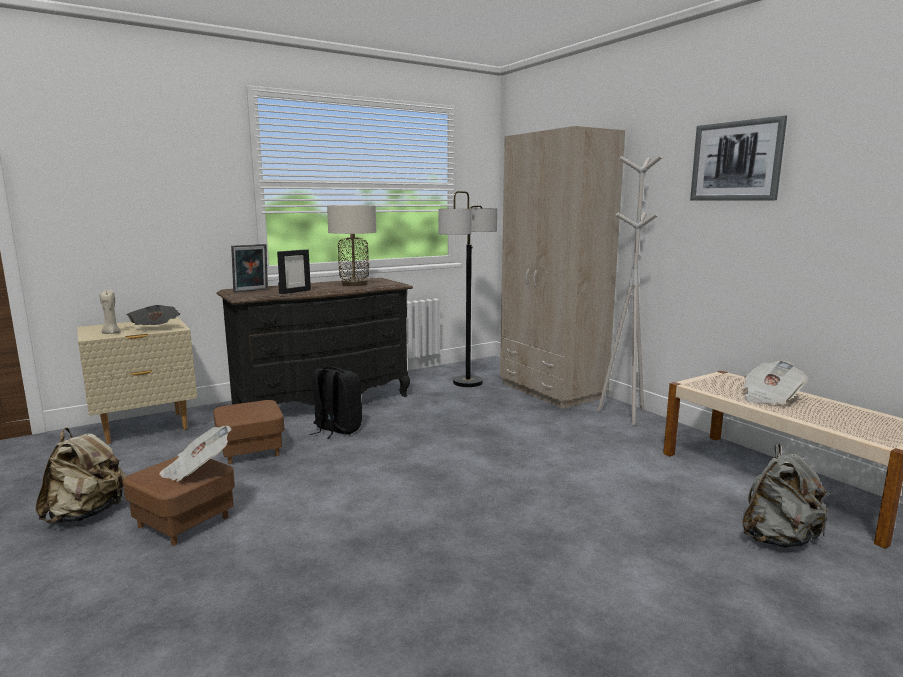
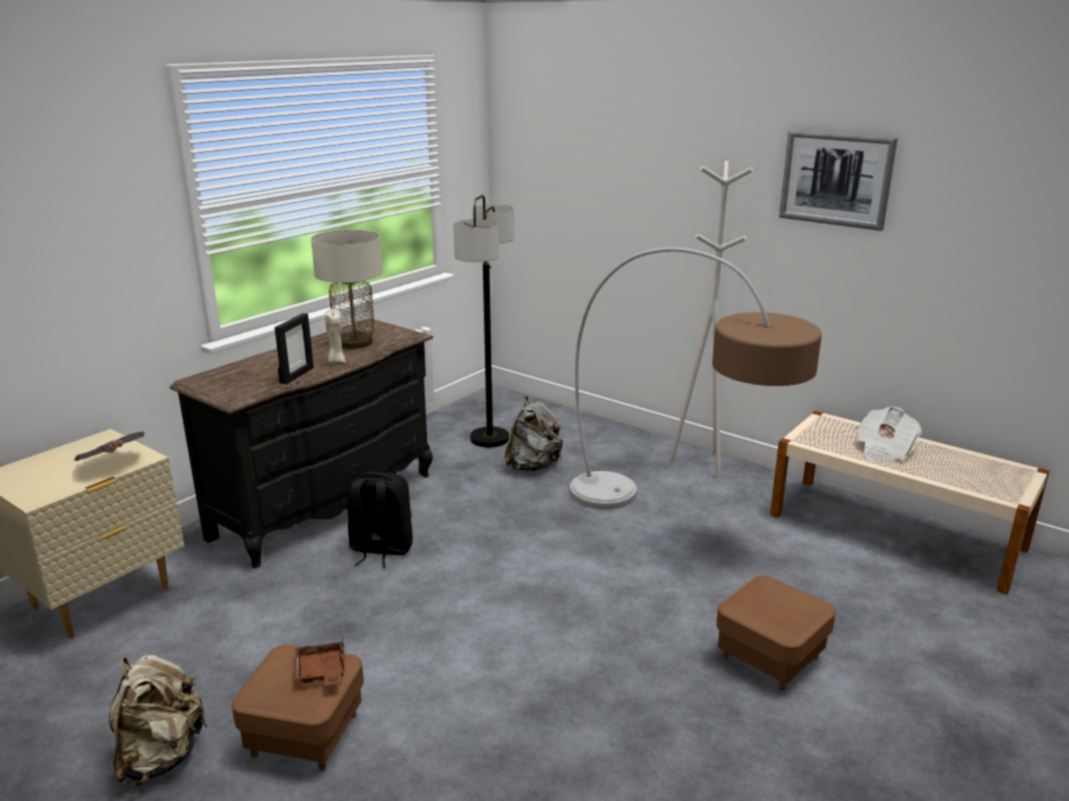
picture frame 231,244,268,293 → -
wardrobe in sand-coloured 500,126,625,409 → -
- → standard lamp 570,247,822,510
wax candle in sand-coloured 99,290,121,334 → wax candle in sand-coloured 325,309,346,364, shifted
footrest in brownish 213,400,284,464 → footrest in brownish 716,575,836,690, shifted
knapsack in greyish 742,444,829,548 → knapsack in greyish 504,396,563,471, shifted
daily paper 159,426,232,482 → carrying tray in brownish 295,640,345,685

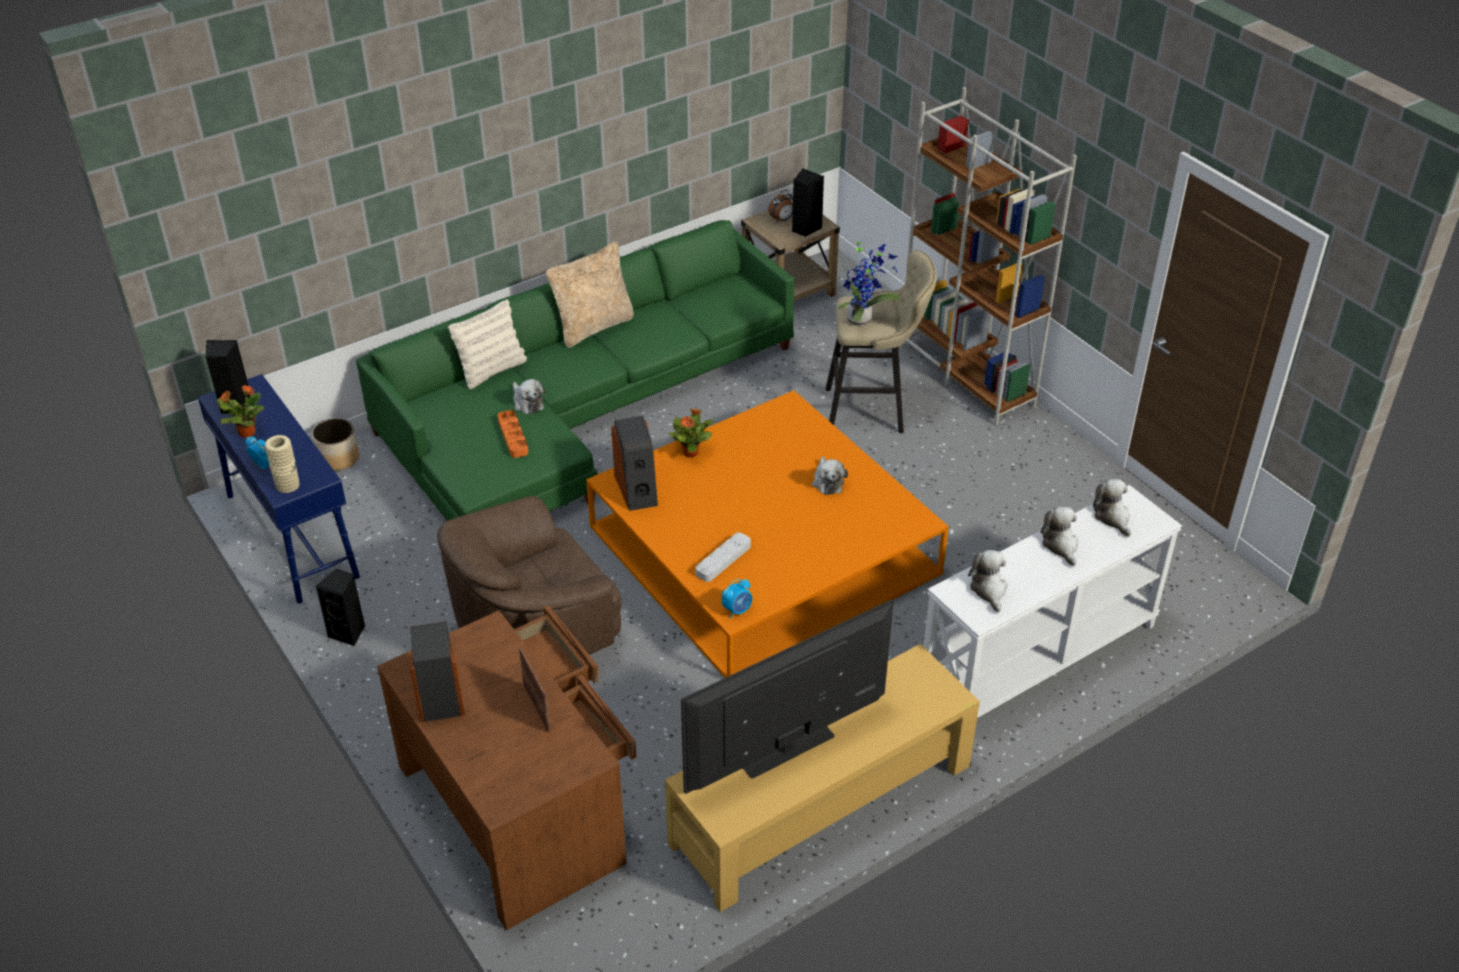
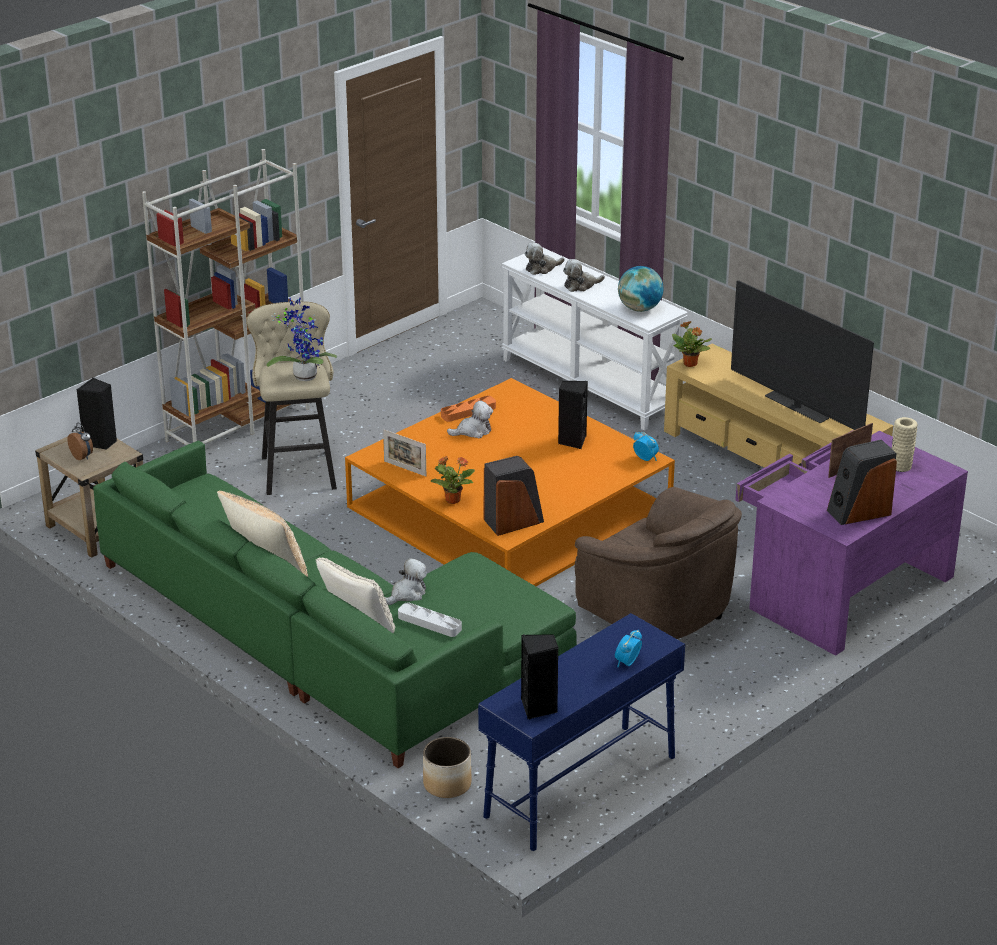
- → picture frame 383,429,426,476
houseplant 217,385,264,438 → houseplant 672,321,712,367, shifted
flower vase in sand-coloured 265,435,300,493 → flower vase in sand-coloured 892,417,918,472, shifted
speaker in black 315,569,365,647 → speaker in black 558,381,588,449, shifted
carrying tray in orange-coloured 498,410,528,458 → carrying tray in orange-coloured 441,396,496,422, shifted
carrying tray in greyish 696,532,751,582 → carrying tray in greyish 398,603,462,637, shifted
cuddly toy 968,550,1008,612 → world globe 618,266,664,312
desk table in brownish 377,605,637,930 → desk table in purplish 735,430,968,656

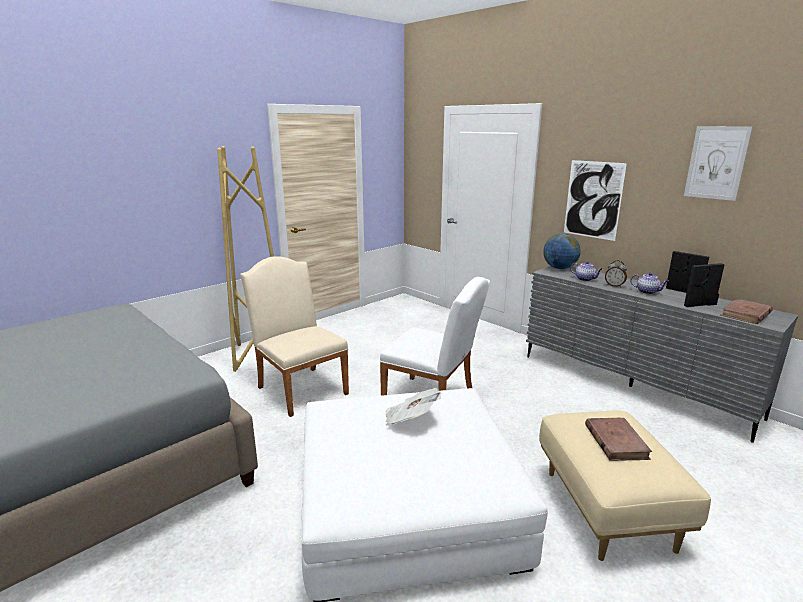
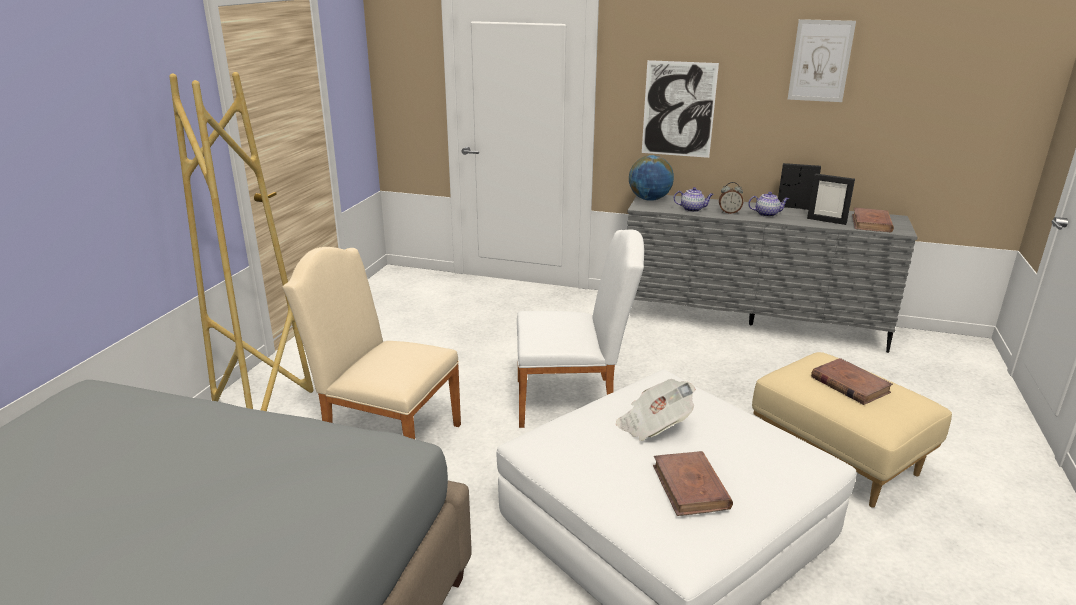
- → volume in brownish 653,451,733,516
picture frame 684,263,725,307 → picture frame 807,173,855,225, 105 degrees counterclockwise

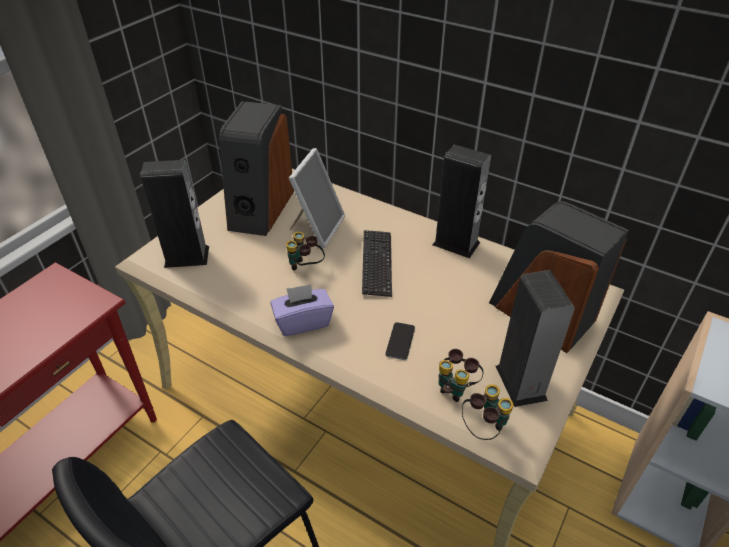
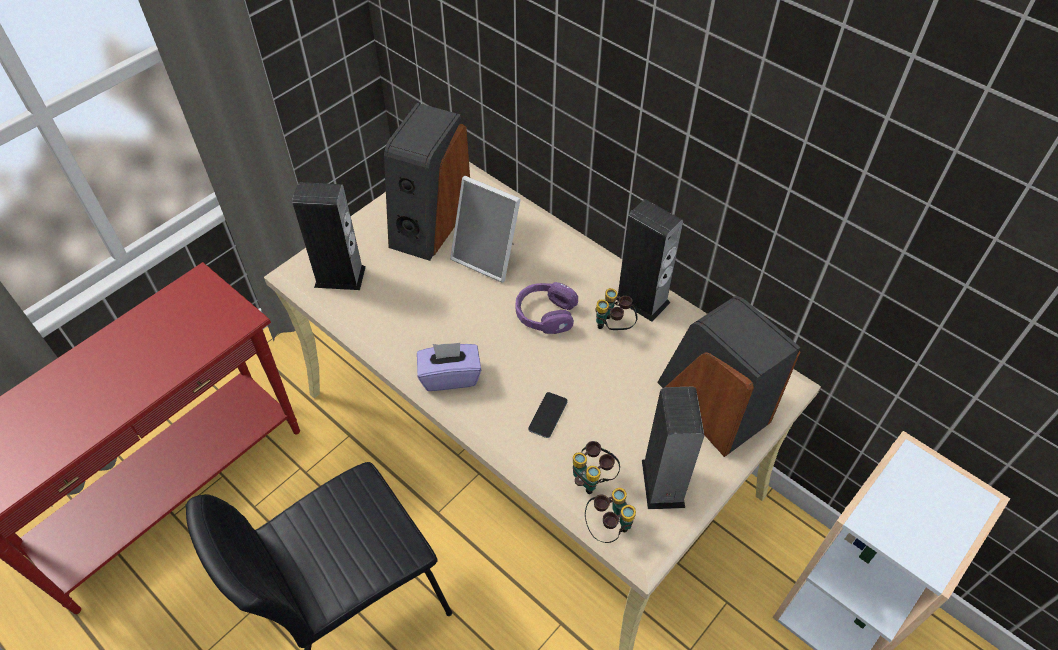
pair of binoculars 286,232,325,271 → pair of binoculars 595,288,638,330, shifted
keyboard 362,230,392,297 → pair of headphones in purplish 515,282,578,334
picture frame 289,148,345,248 → picture frame 450,176,521,282, 90 degrees clockwise

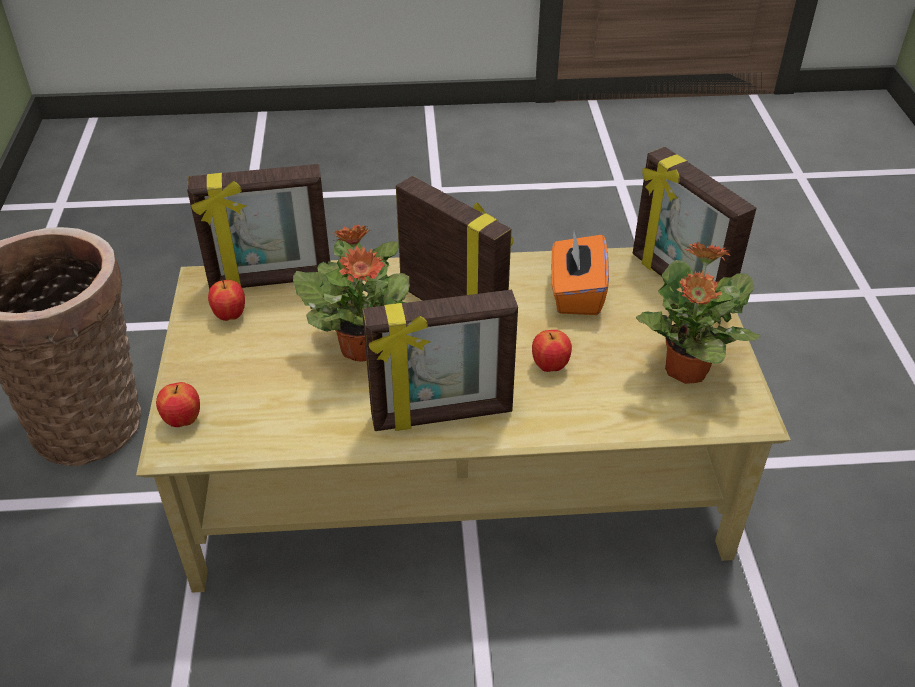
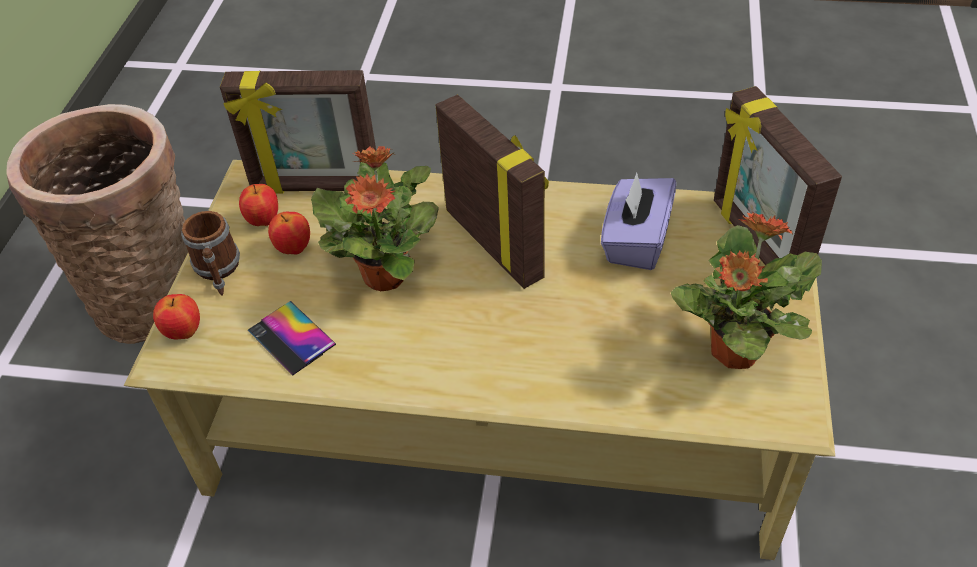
picture frame 362,290,518,431 → -
- → mug 181,211,240,295
- → handset 248,301,336,375
apple 532,330,572,372 → apple 268,212,310,254, shifted
tissue holder in orange-coloured 551,232,609,315 → tissue holder in purplish 601,172,676,270

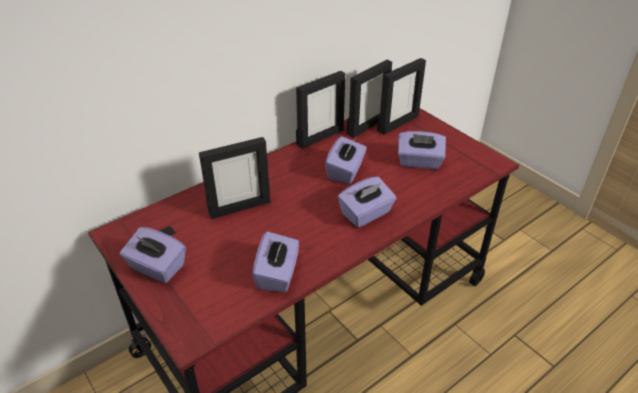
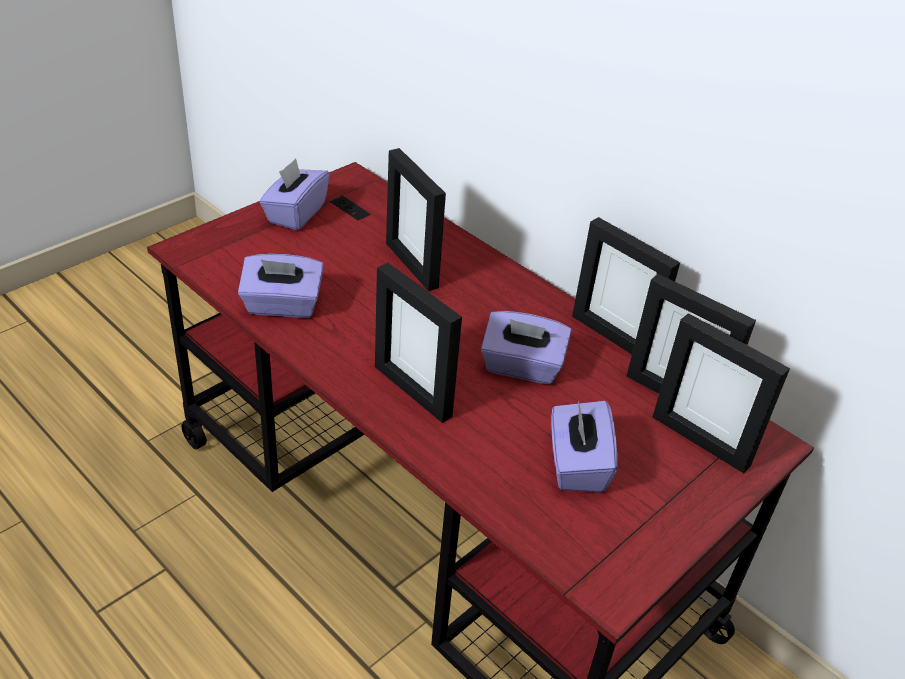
tissue holder in purplish 338,176,397,228 → picture frame 375,263,462,423

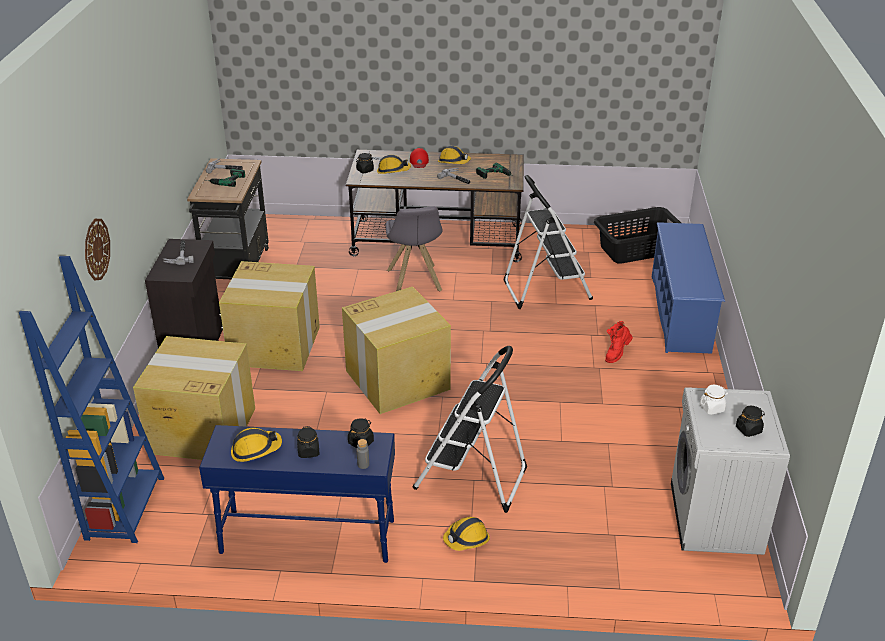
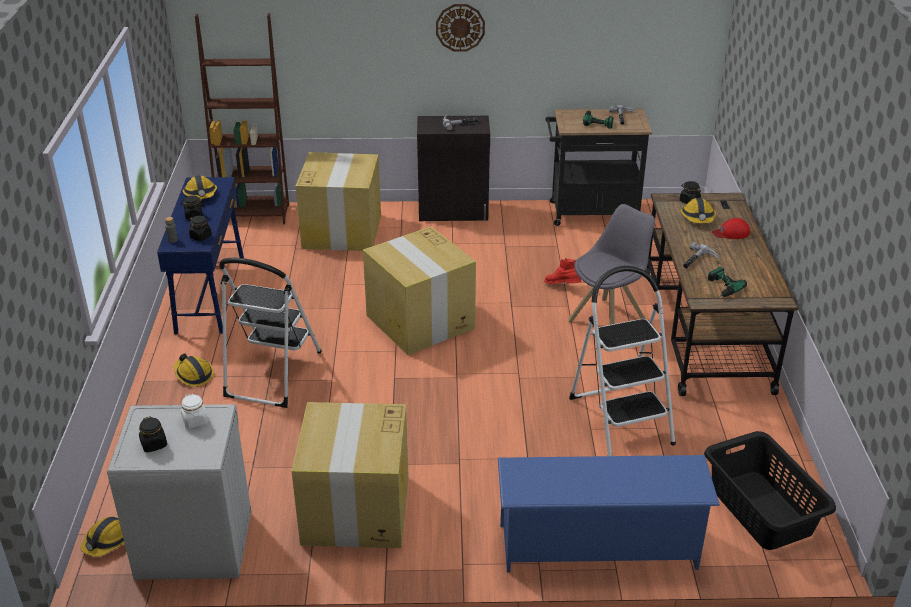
clock on the wall 85,219,110,281 → clock on the wall 436,4,485,52, shifted
packing box 219,261,320,371 → packing box 291,402,409,548, shifted
work helmet 438,146,471,164 → work helmet 81,517,124,557, shifted
high-top boot in reddish 605,321,633,363 → high-top boot in reddish 544,258,582,284, shifted
shelving unit in blue-coloured 19,256,165,543 → shelving unit in brownish 195,13,289,224
plain chair in greyish 385,206,443,291 → plain chair in greyish 568,204,655,325, 150 degrees clockwise

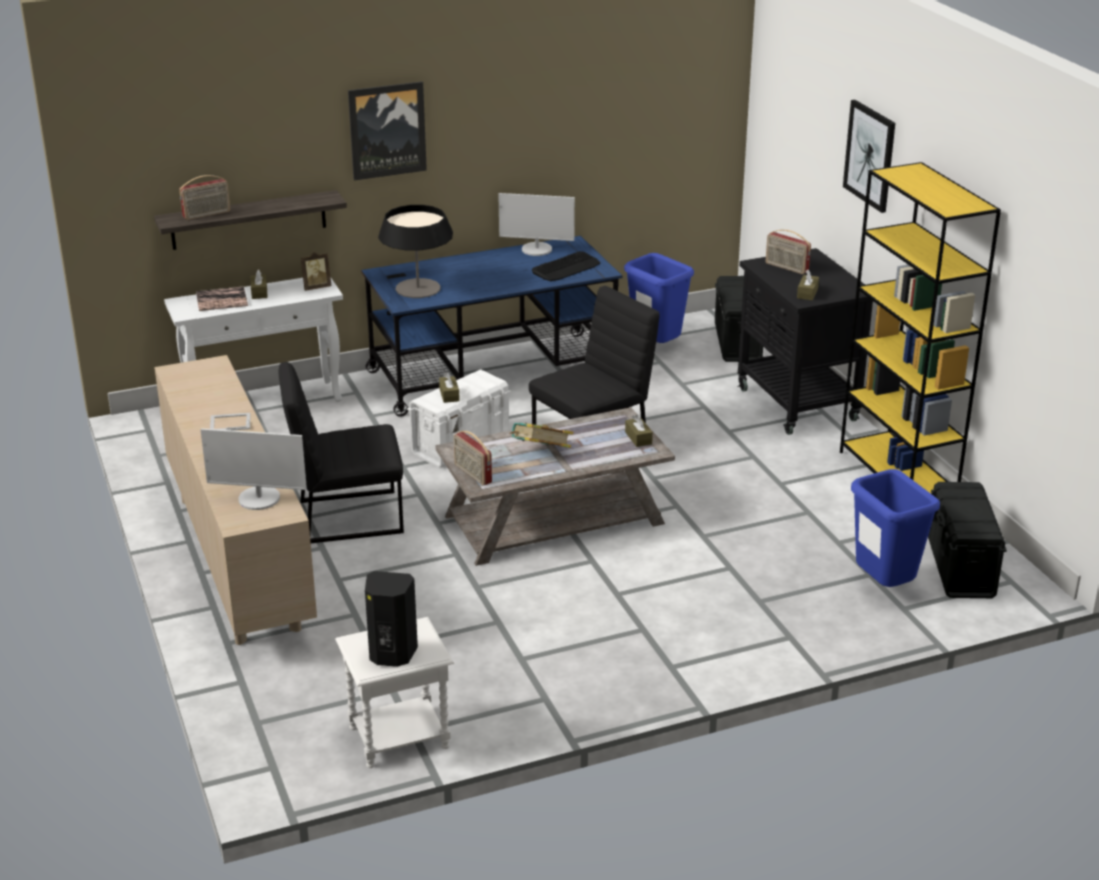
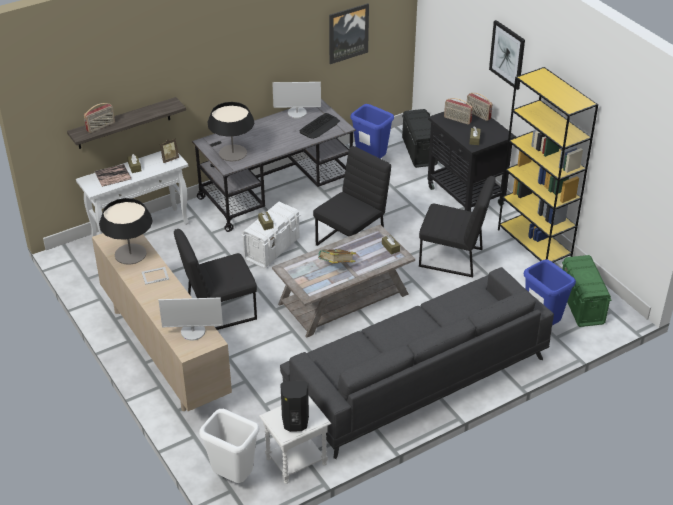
- → table lamp 99,198,153,265
- → waste bin in whitish 199,409,259,483
- → couch in greyish 280,267,554,459
- → plain chair in black 419,176,495,278
wall art 348,81,427,180 → wall art 329,3,369,64, shifted
radio receiver 454,431,492,485 → radio receiver 467,93,492,121, shifted
desk table in blue-coloured 361,236,622,417 → desk table in greyish 192,99,356,232
storage container in black 928,482,1007,598 → storage container in green 562,255,612,327

